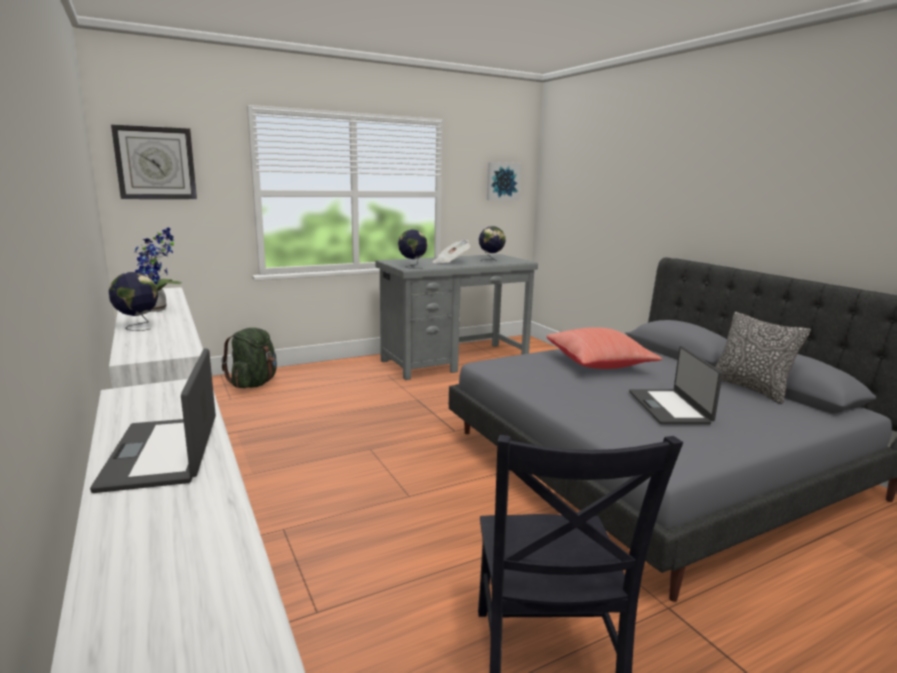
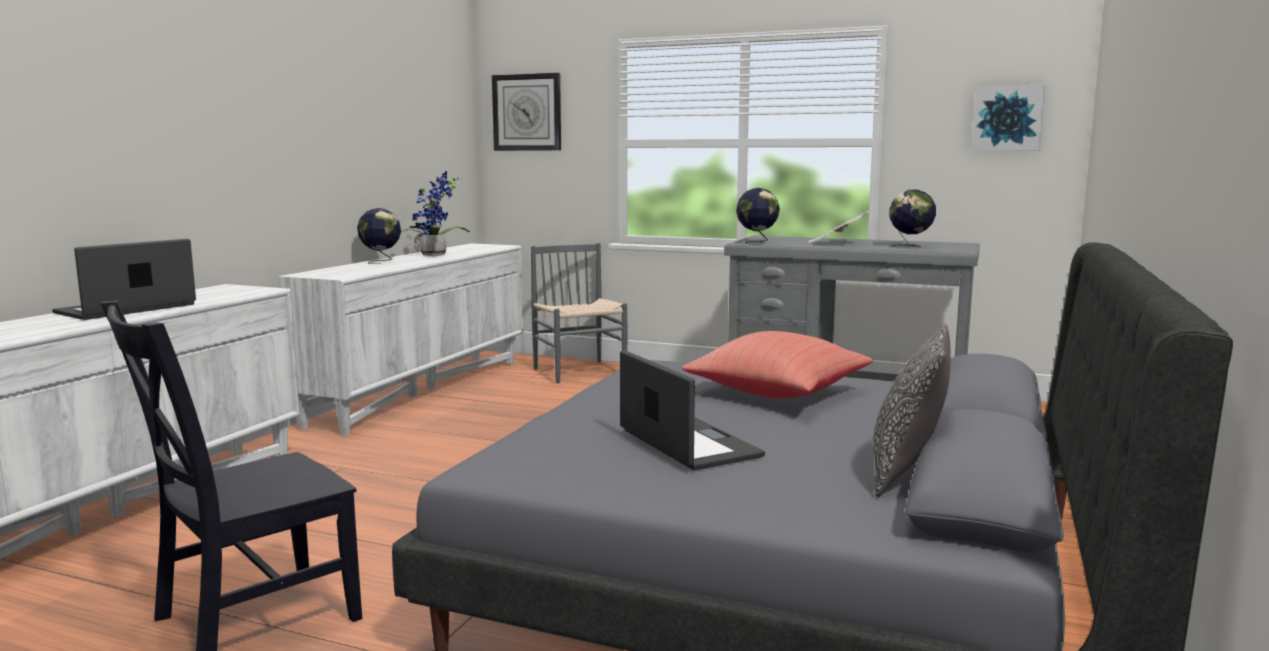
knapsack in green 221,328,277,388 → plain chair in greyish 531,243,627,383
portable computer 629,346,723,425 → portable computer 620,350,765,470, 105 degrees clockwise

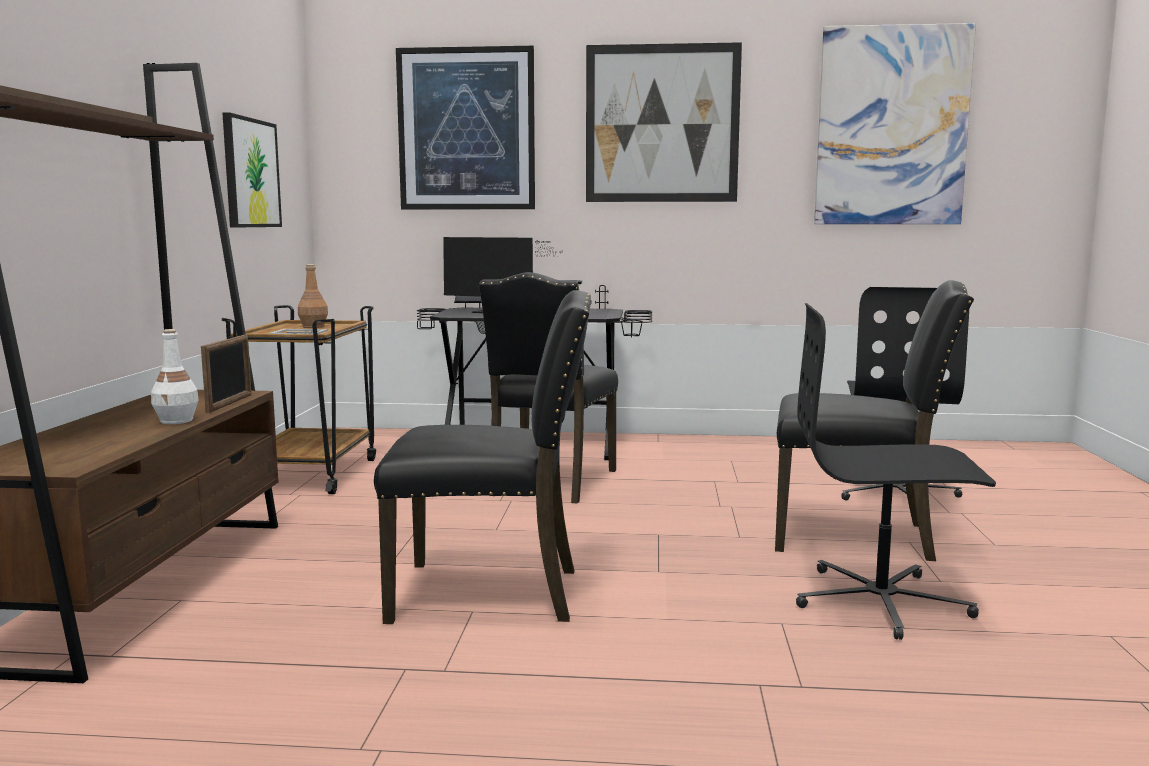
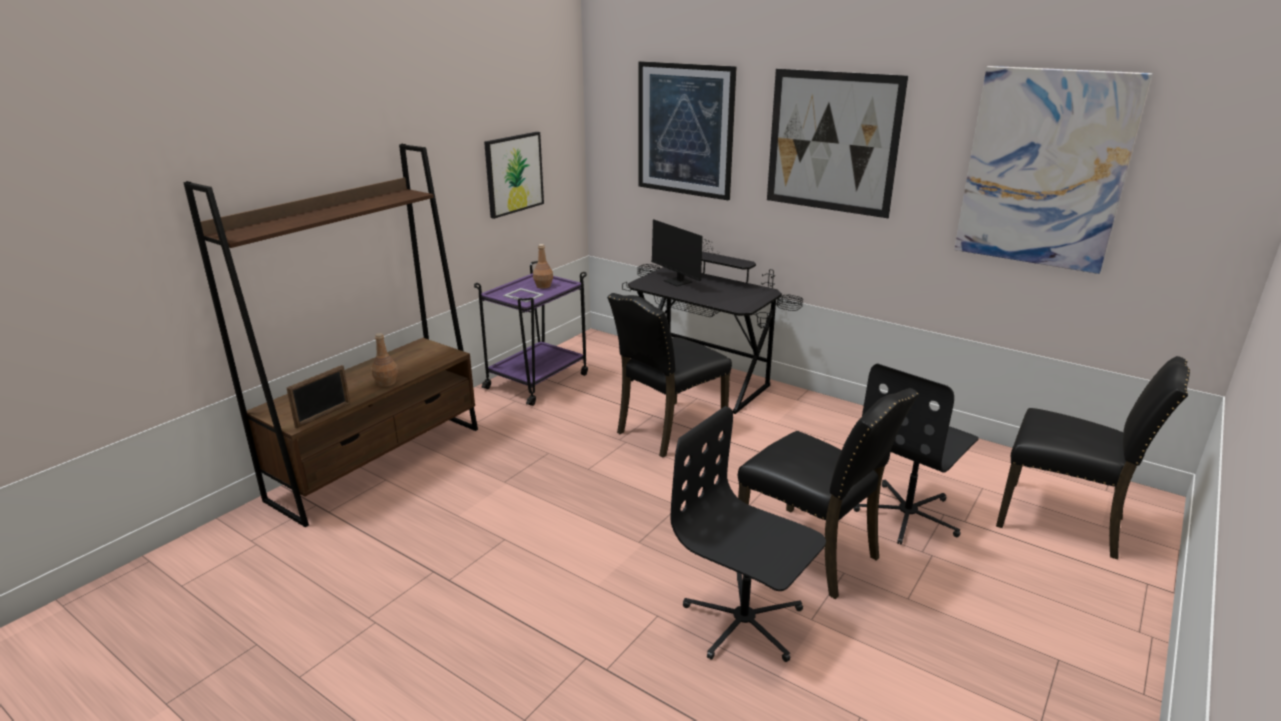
picture frame 201,335,252,413 → picture frame 287,365,350,429, shifted
plain chair in black 374,290,592,624 → plain chair in black 996,356,1190,559, shifted
beverage bottle in whitish 151,329,199,424 → beverage bottle in brownish 371,333,398,387
wheeled cart in brownish 222,305,376,494 → wheeled cart in purplish 474,261,588,406

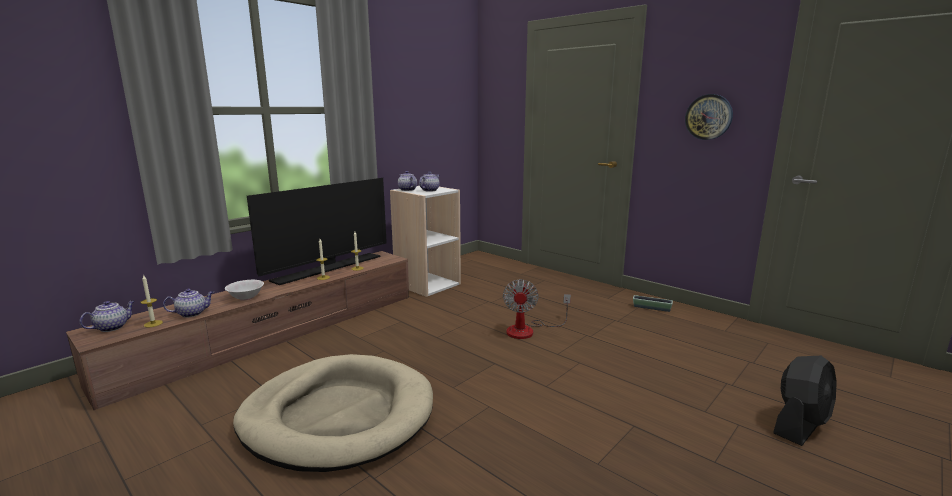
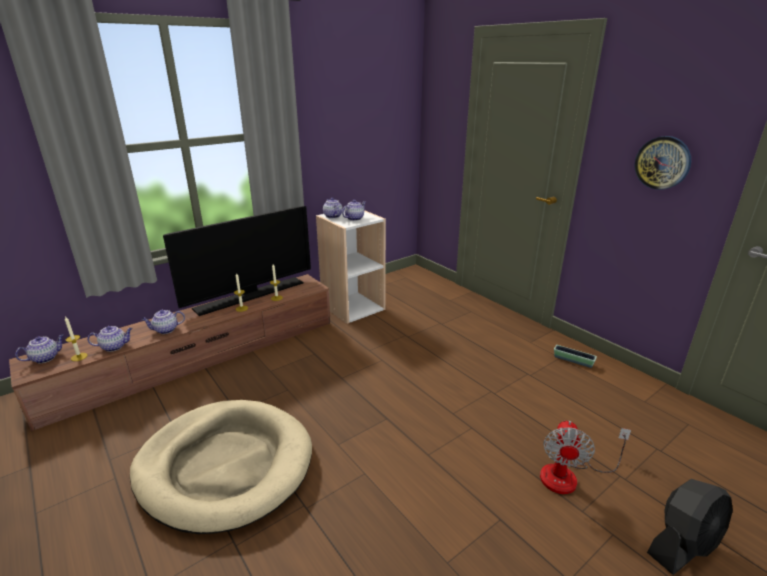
fan 503,279,571,339 → fan 540,421,631,494, shifted
bowl in whitish 225,280,264,300 → teapot 141,310,185,334

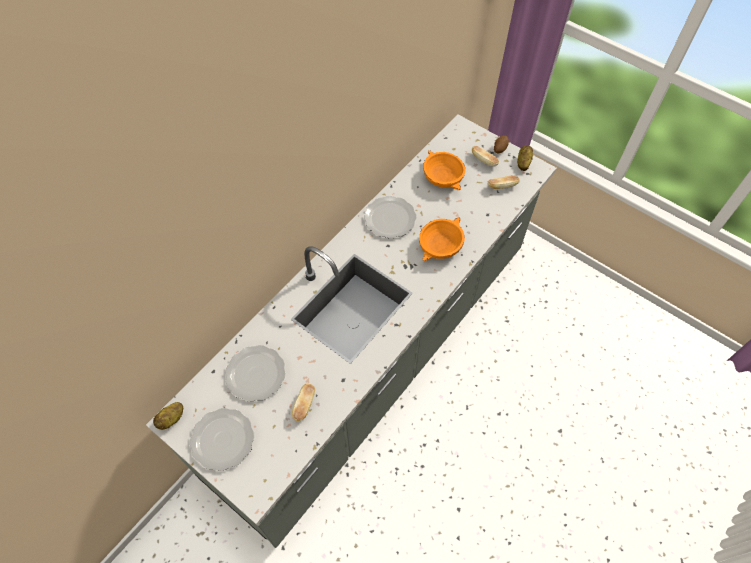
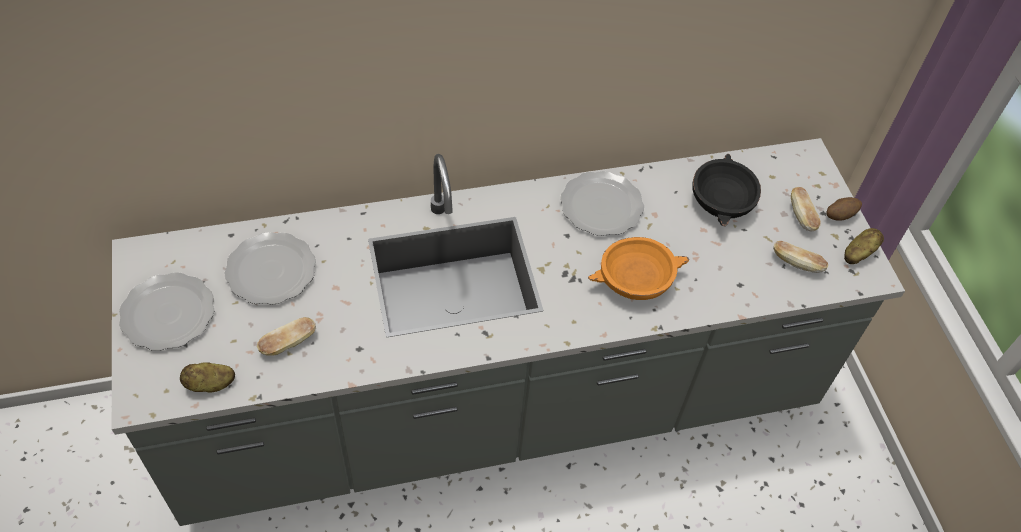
spud 153,402,183,430 → spud 180,362,235,393, shifted
bowl in orange-coloured 423,150,466,190 → bowl in black 692,154,761,226

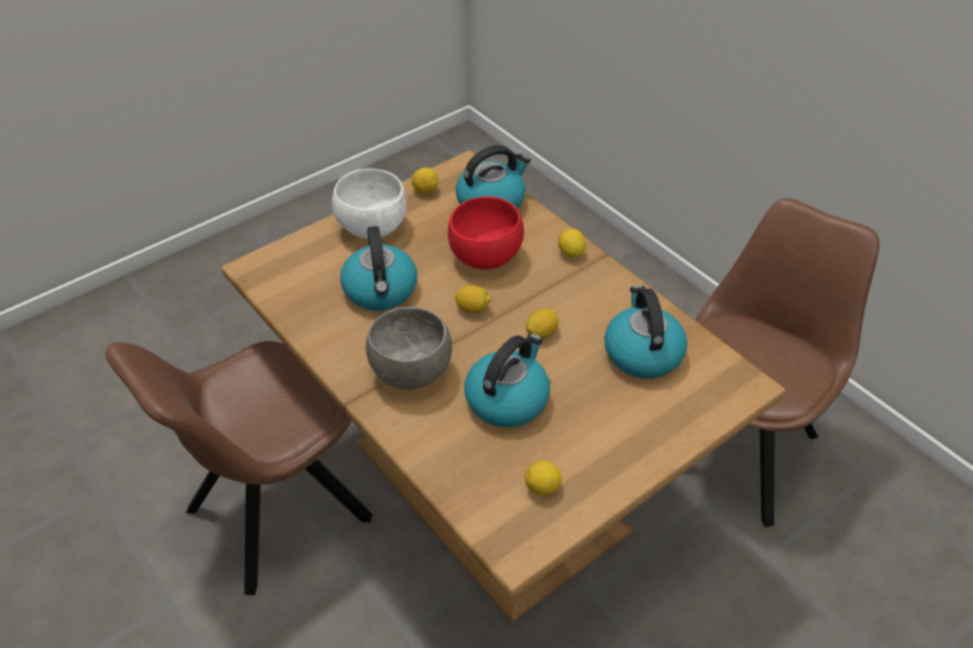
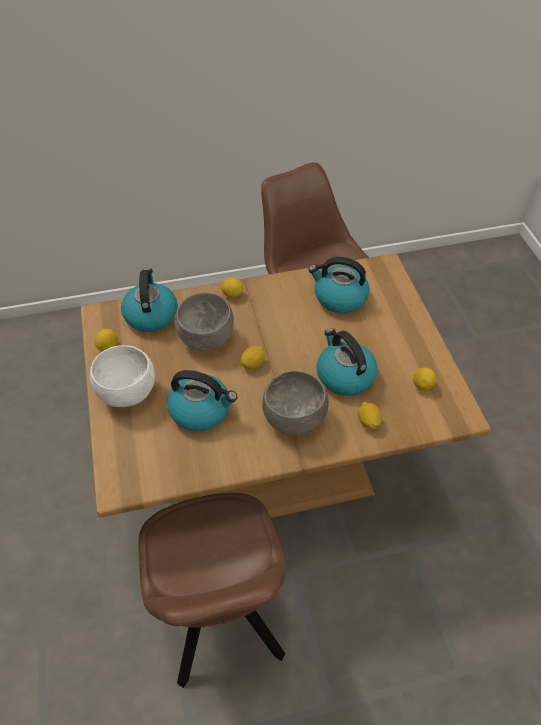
whole lemon 526,308,559,339 → whole lemon 358,402,382,429, shifted
bowl in reddish 448,197,524,270 → bowl in greyish 174,292,234,351

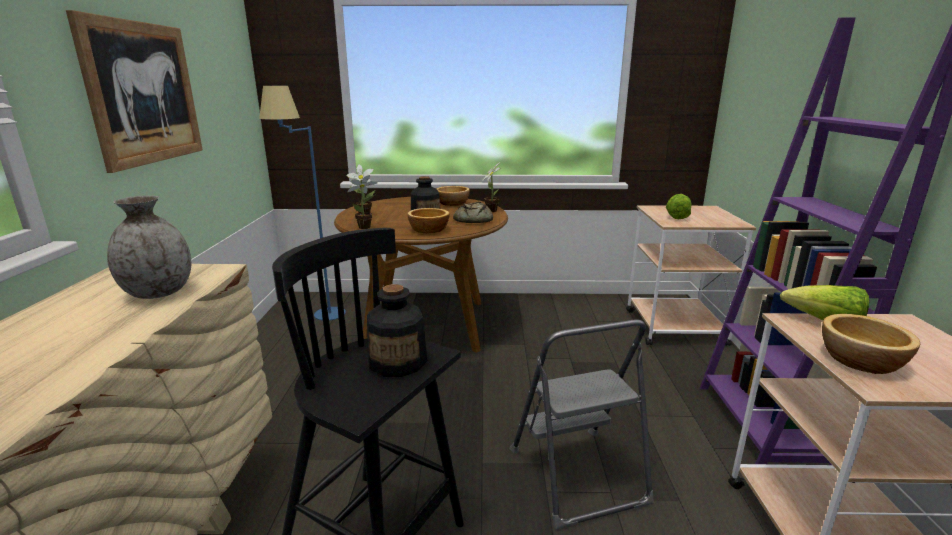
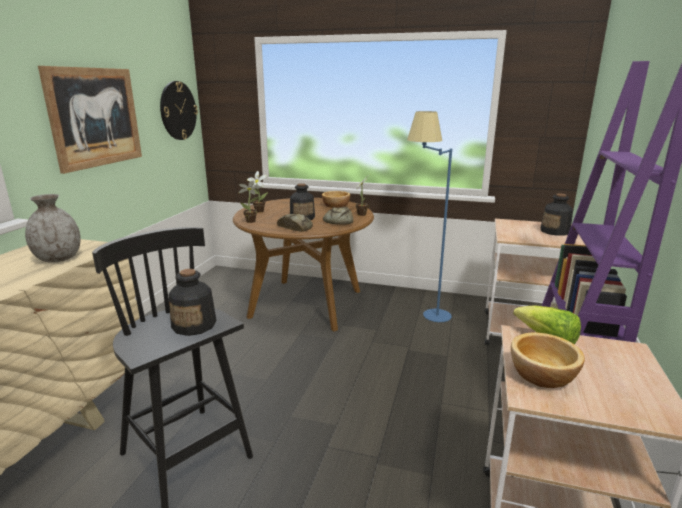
step stool in greyish 509,319,654,530 → -
lettuce 666,194,692,219 → -
- → clock on the wall 160,81,198,140
- → beverage bottle 541,193,573,236
standard lamp in blue-coloured 259,86,346,321 → standard lamp in blue-coloured 407,111,452,322, shifted
bowl 407,208,449,233 → bread 277,214,313,232

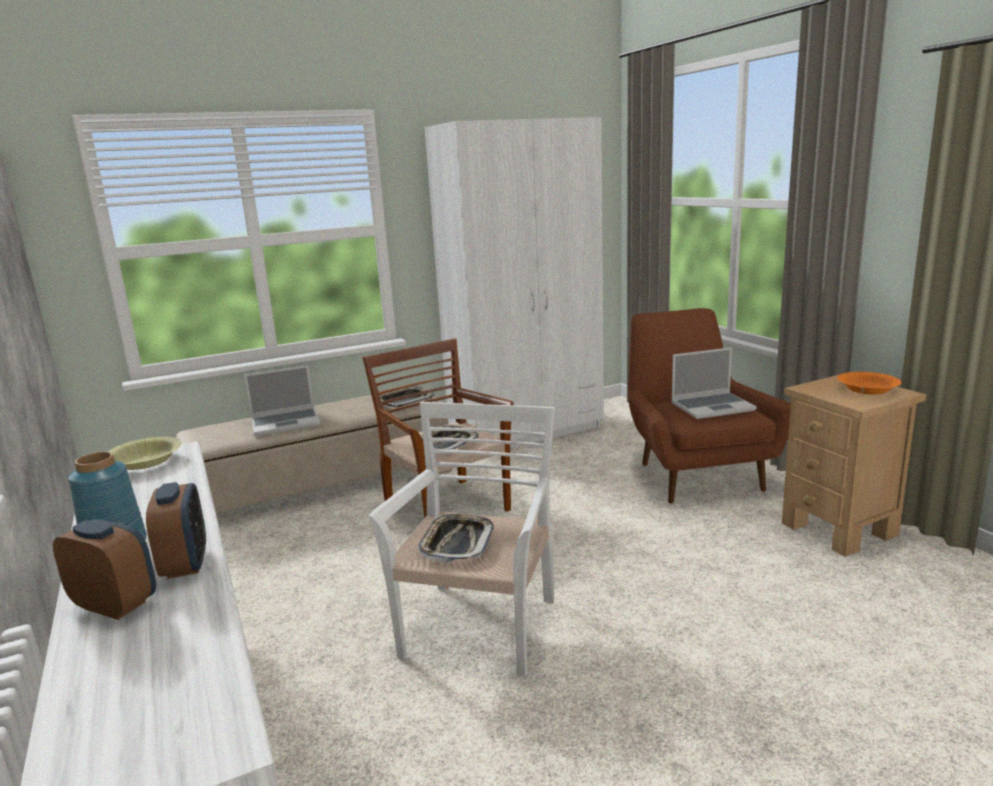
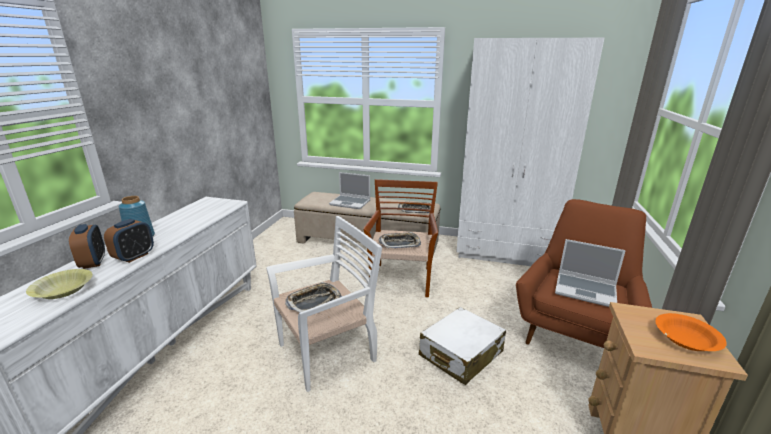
- → suitcase in whitish 419,307,506,385
bowl in yellow-coloured 108,437,181,470 → bowl in yellow-coloured 26,269,93,299, shifted

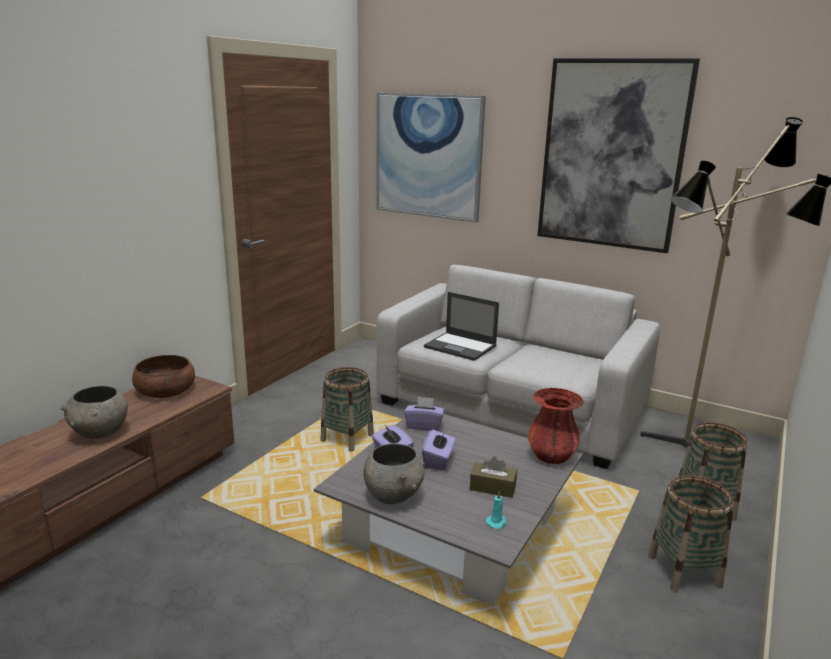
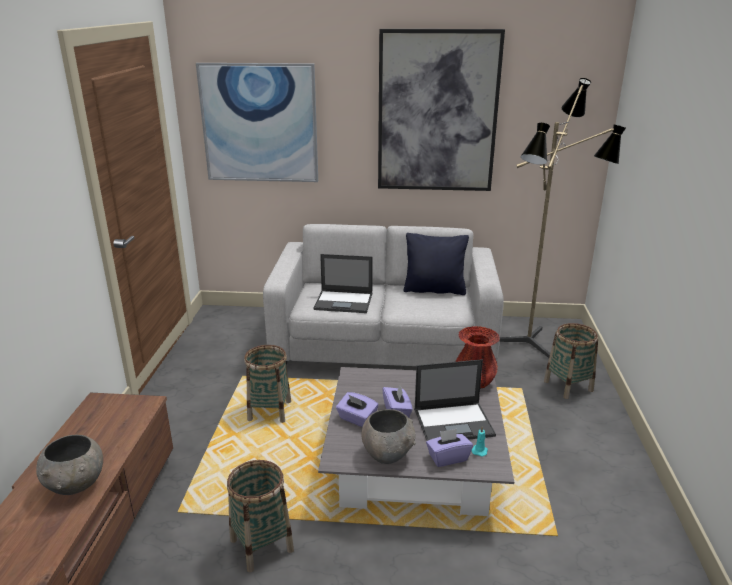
bowl in brownish 132,355,195,398 → -
- → cushion in black 403,233,469,295
tissue holder in purplish 404,397,444,431 → tissue holder in purplish 426,429,473,467, shifted
storage basket 648,475,733,592 → storage basket 227,460,294,573, shifted
tissue holder in brownish 470,457,517,498 → portable computer 414,359,496,441

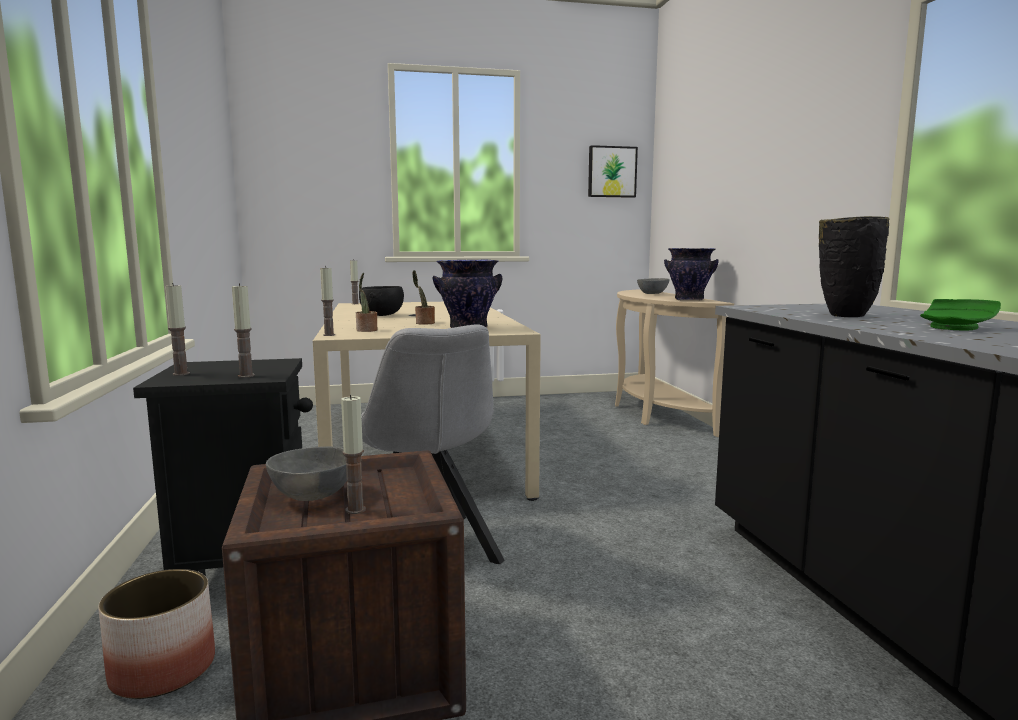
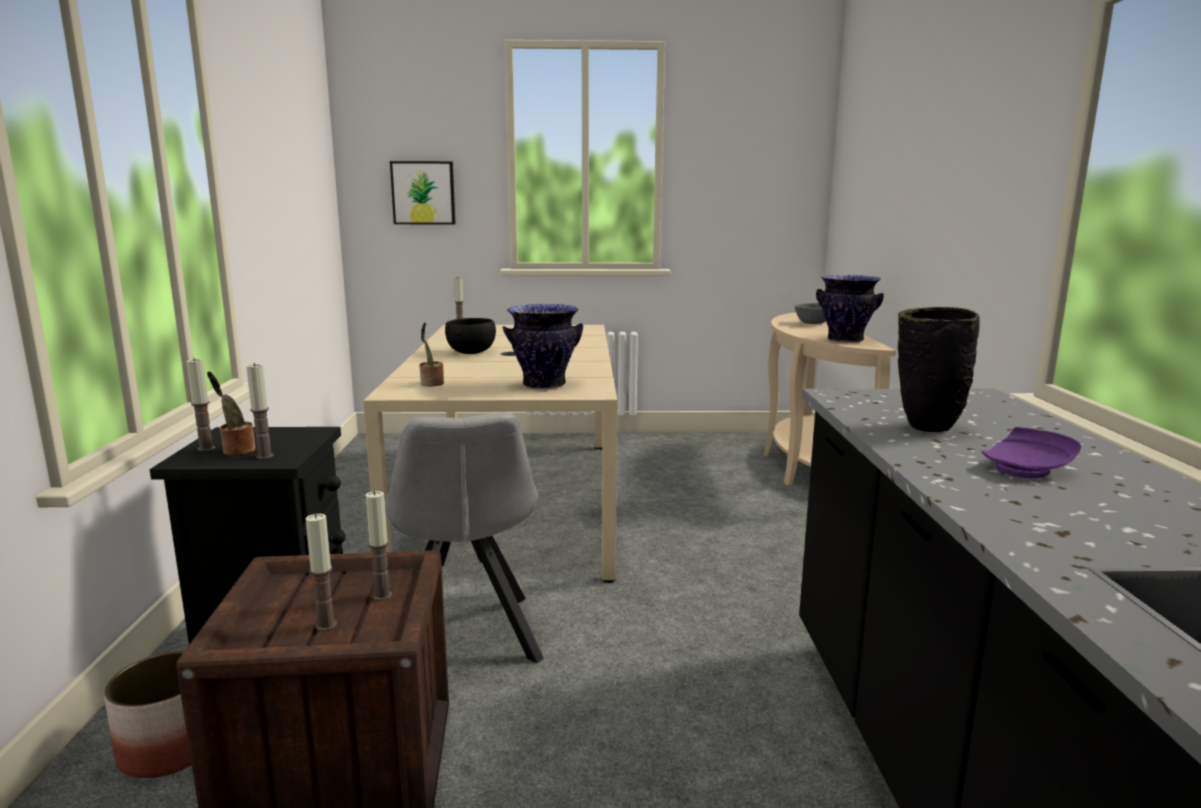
bowl in greyish 266,447,347,501 → -
wax candle 320,266,335,336 → wax candle 365,491,392,601, shifted
houseplant 412,270,435,325 → houseplant 207,371,256,456, shifted
wall art 588,145,638,198 → wall art 390,161,456,225, shifted
dinner plate in green 920,299,1001,330 → dinner plate in purplish 981,427,1081,478

